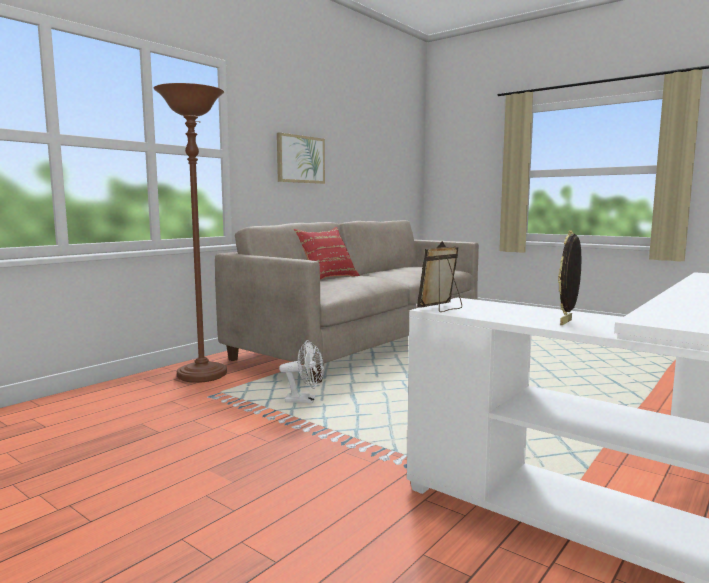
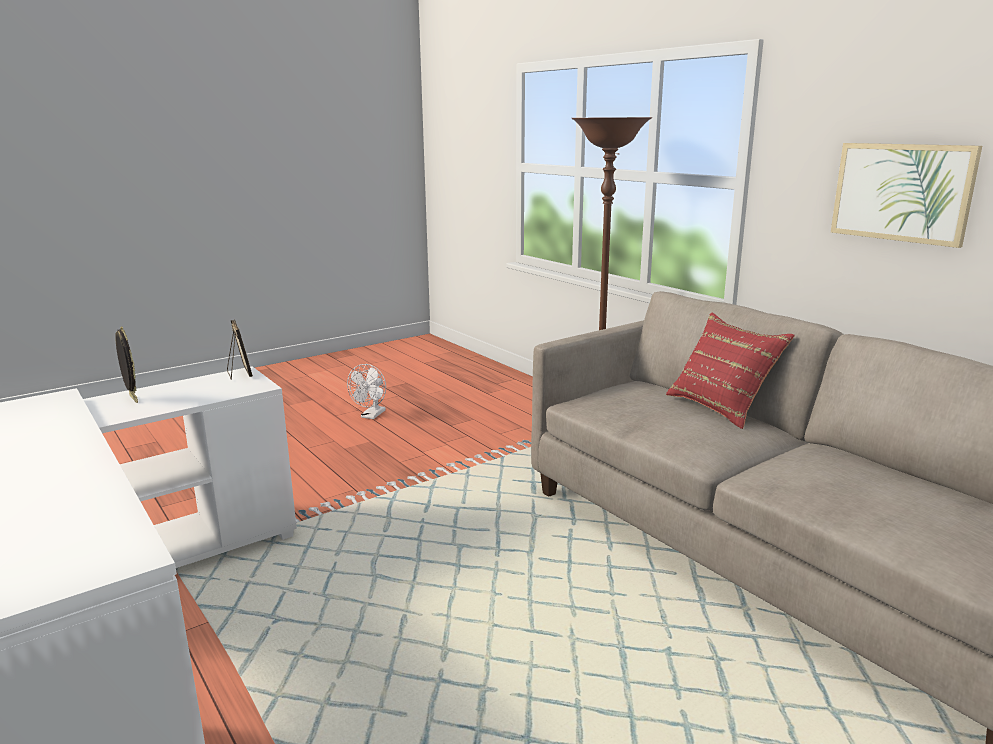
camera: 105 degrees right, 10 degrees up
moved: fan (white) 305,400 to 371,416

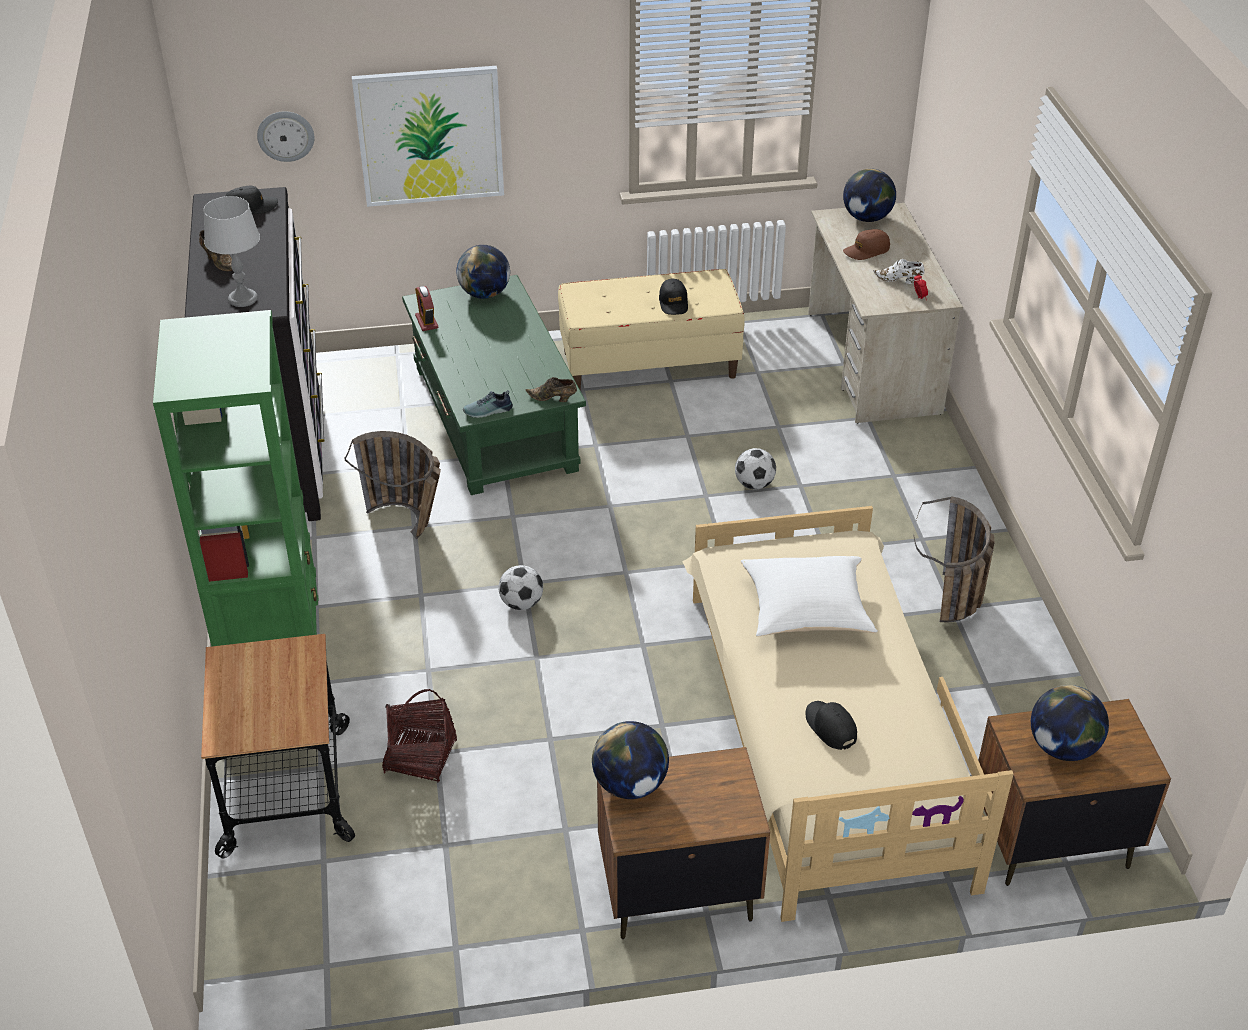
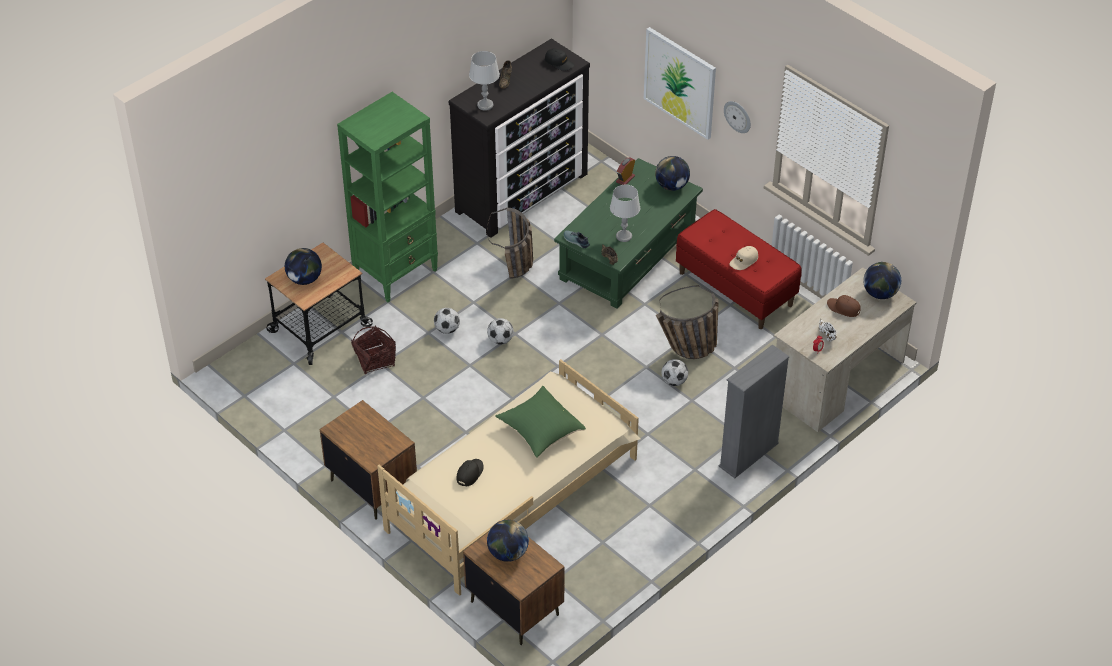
camera: 55 degrees right, 5 degrees up
added: football 447,329; table lamp (grey) 624,236; bookcase (grey) 748,455
moved: globe 630,784 to 304,279; basket 952,610 to 687,351; wall clock 285,135 to 738,116
recoloured: pillow (white) 805,613 to pillow (green) 539,431; bench (beige) 649,364 to bench (red) 736,289; cap (black) 673,303 to cap (beige) 743,261

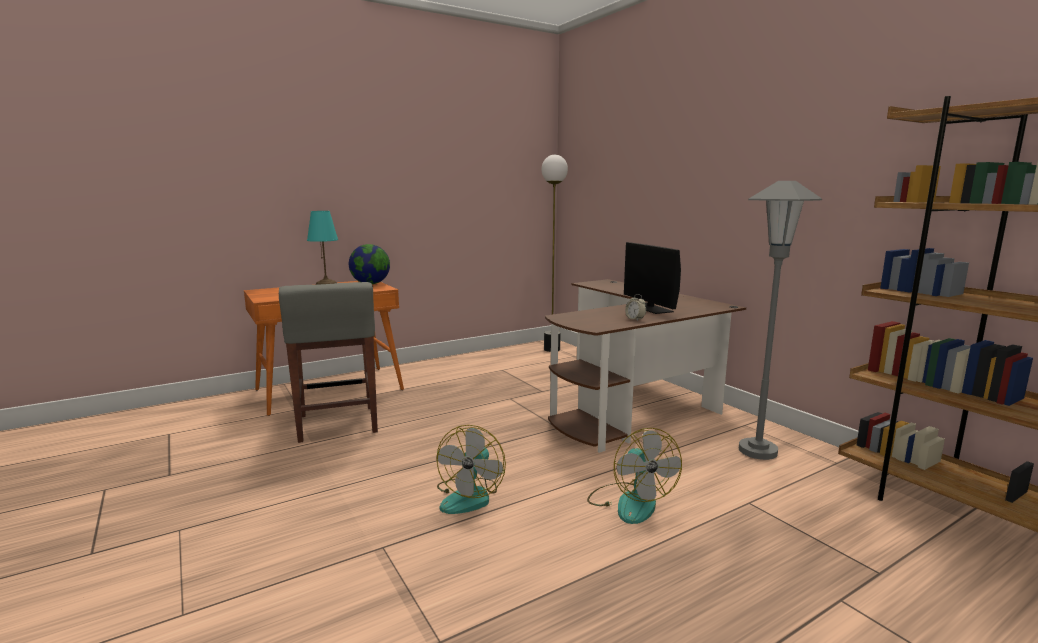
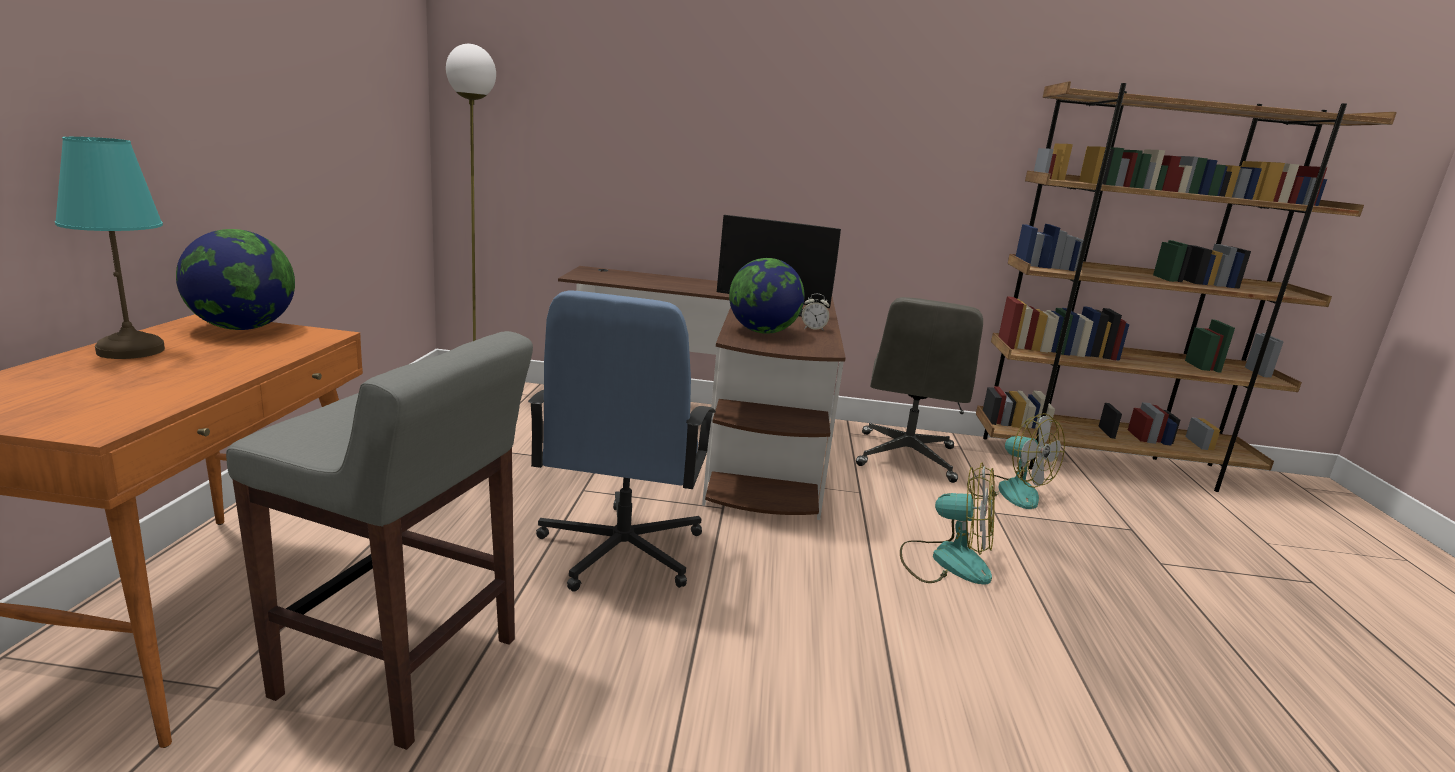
camera: 55 degrees left, 5 degrees up
added: office chair (blue) 620,551; globe 762,332
moved: fan 470,496 to 1007,491
replaced: floor lamp (grey) 757,451 to office chair (grey) 906,457

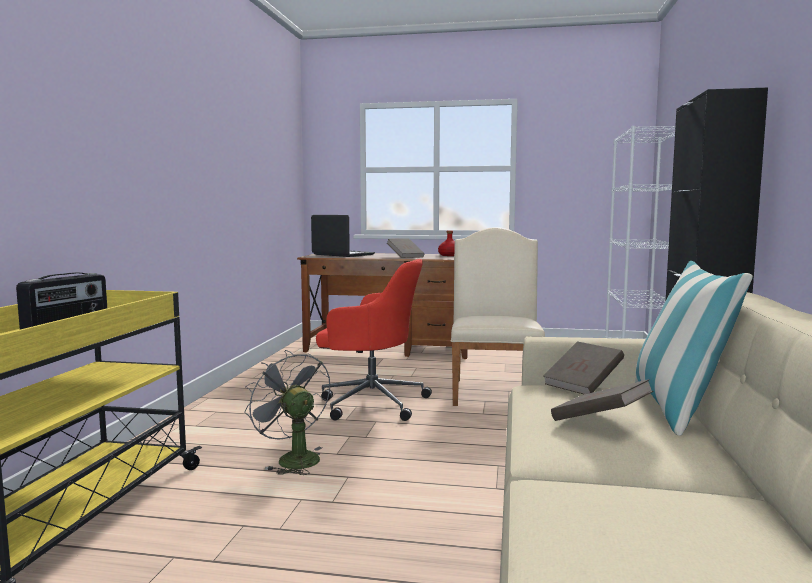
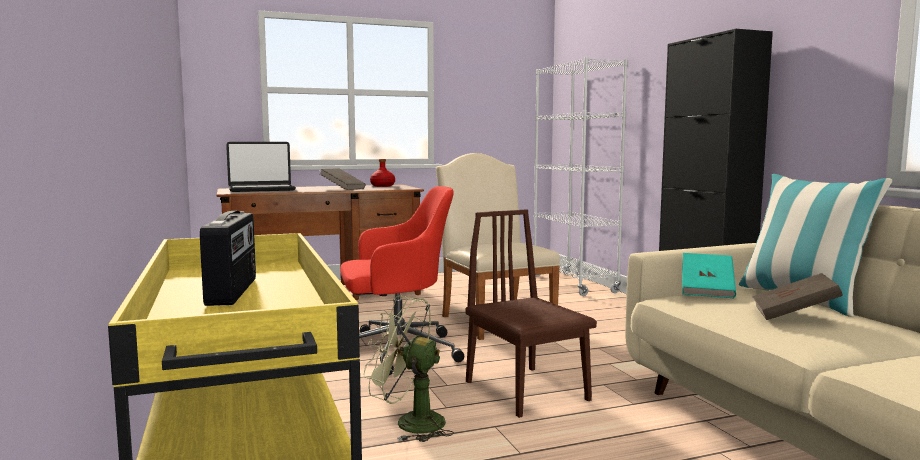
camera: 30 degrees left, 0 degrees up
added: chair (brown) 526,390
recoloured: fan (grey) 292,459 to fan (green) 409,423; book (brown) 583,385 to book (turquoise) 707,291
turned: laptop 342,255 = 261,189 150 degrees clockwise

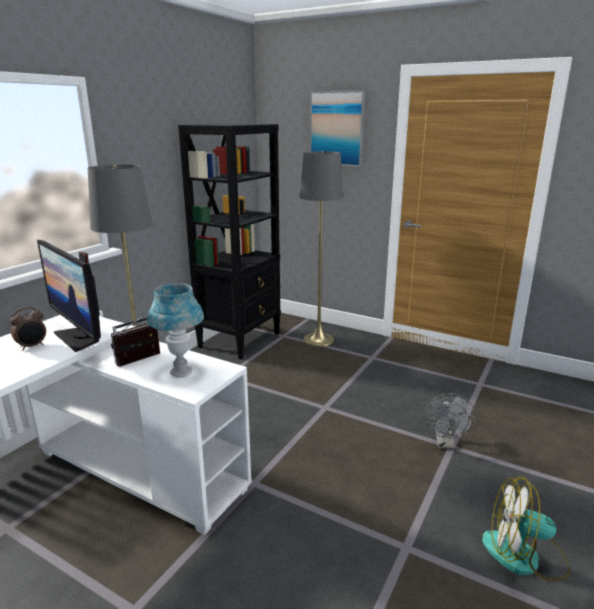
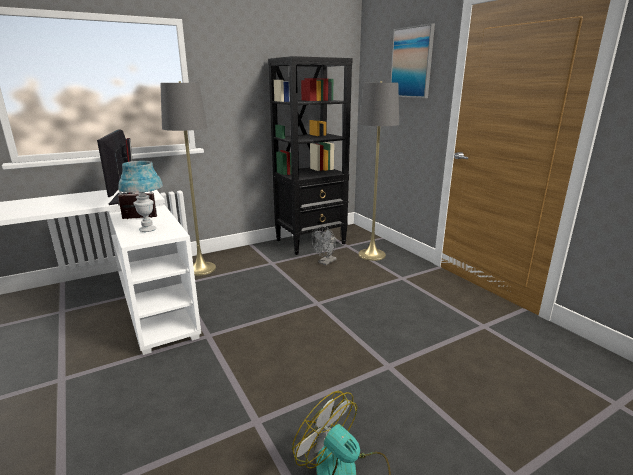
camera: 30 degrees right, 0 degrees up
removed: alarm clock 32,346
moved: fan (grey) 446,444 to 325,262

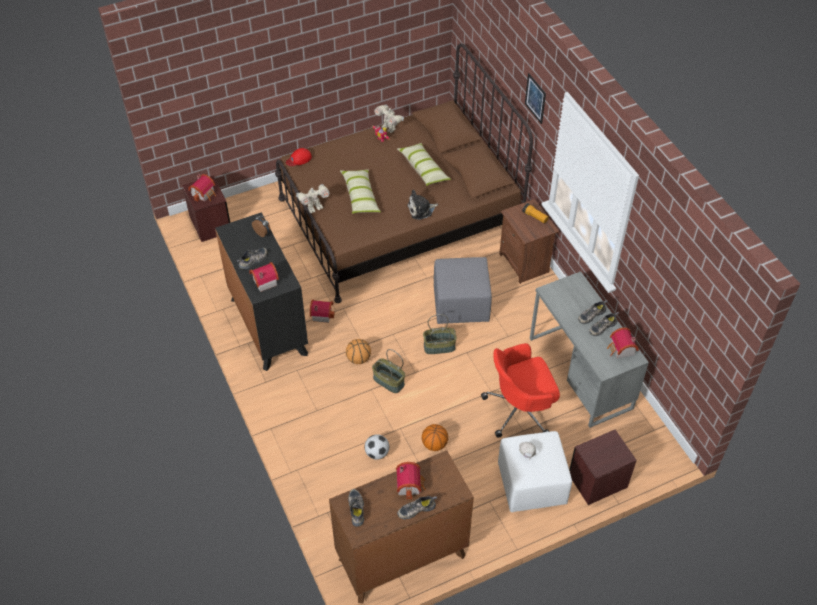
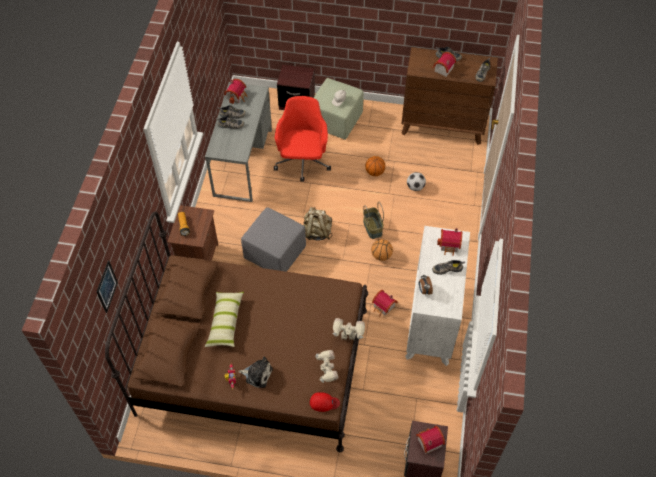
camera: 145 degrees left, 5 degrees up
removed: pillow 360,196
moved: picture 535,98 to 106,286; plush toy 421,210 to 257,374; toy robot 389,128 to 327,374
replaced: basket 439,346 to backpack (beige) 317,232
recoloured: ottoman (white) 531,483 to ottoman (green) 336,121; dresser (black) 268,326 to dresser (white) 431,321
turned: office chair (red) 520,410 = 303,162 105 degrees counterclockwise

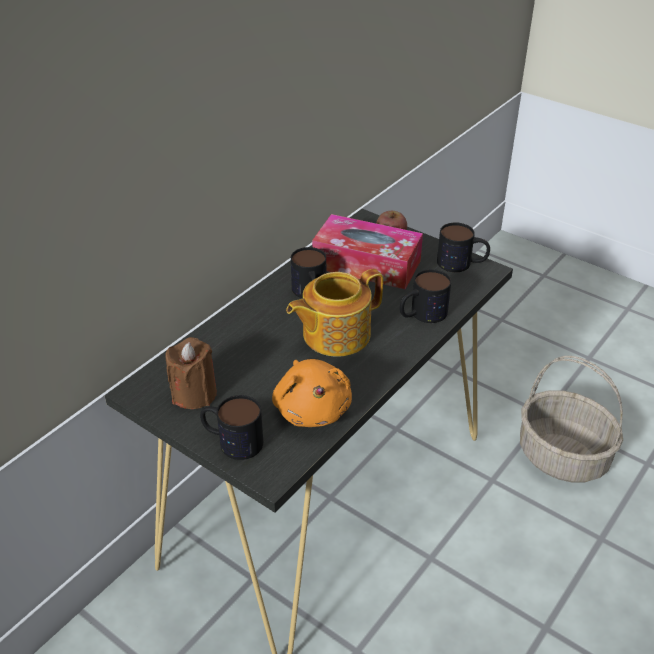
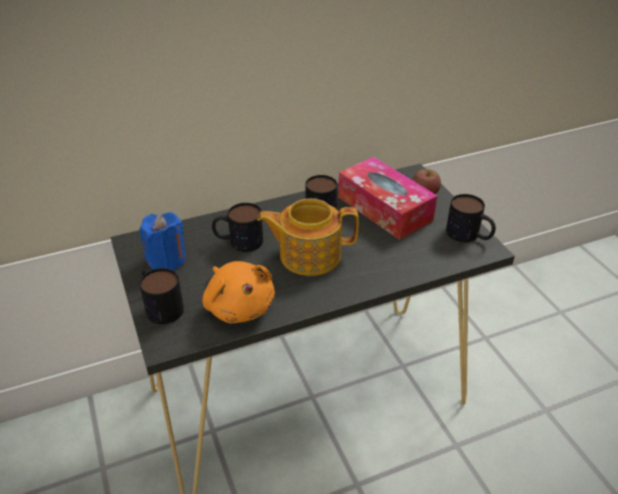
camera: 30 degrees right, 0 degrees up
removed: basket 563,456
moved: mug 421,314 to 238,241
recoloured: candle (brown) 194,394 to candle (blue) 167,260
turned: plush toy (orange) 312,408 = 239,306 45 degrees counterclockwise

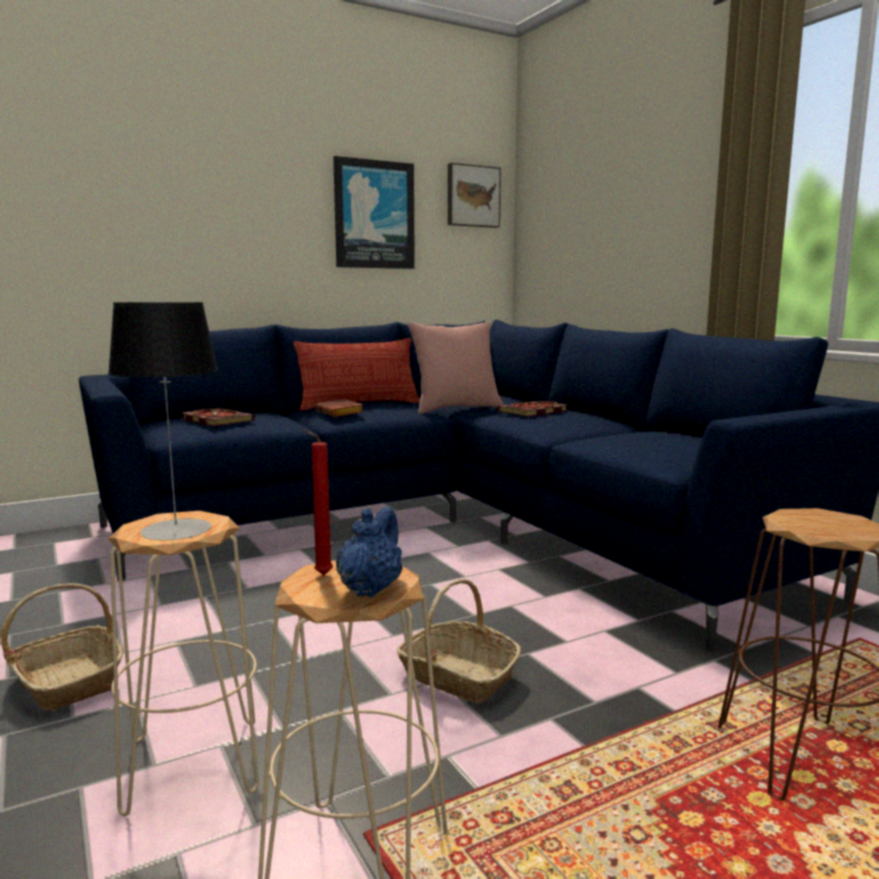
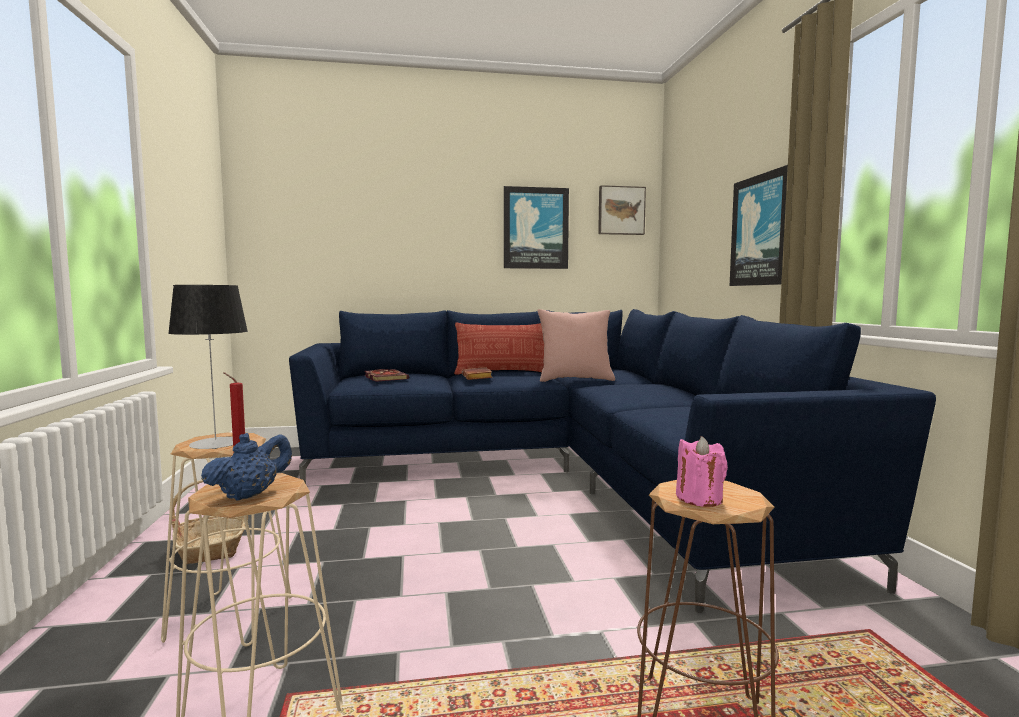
camera: 20 degrees right, 5 degrees down
removed: basket 457,676; book 533,412
added: candle (pink) 699,498; picture 761,230

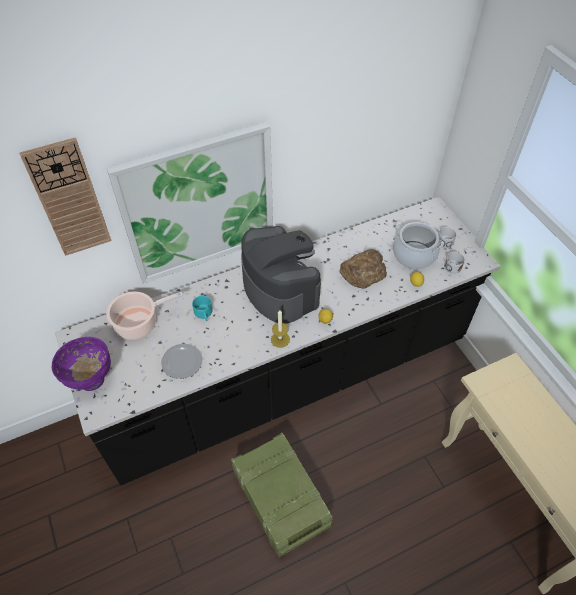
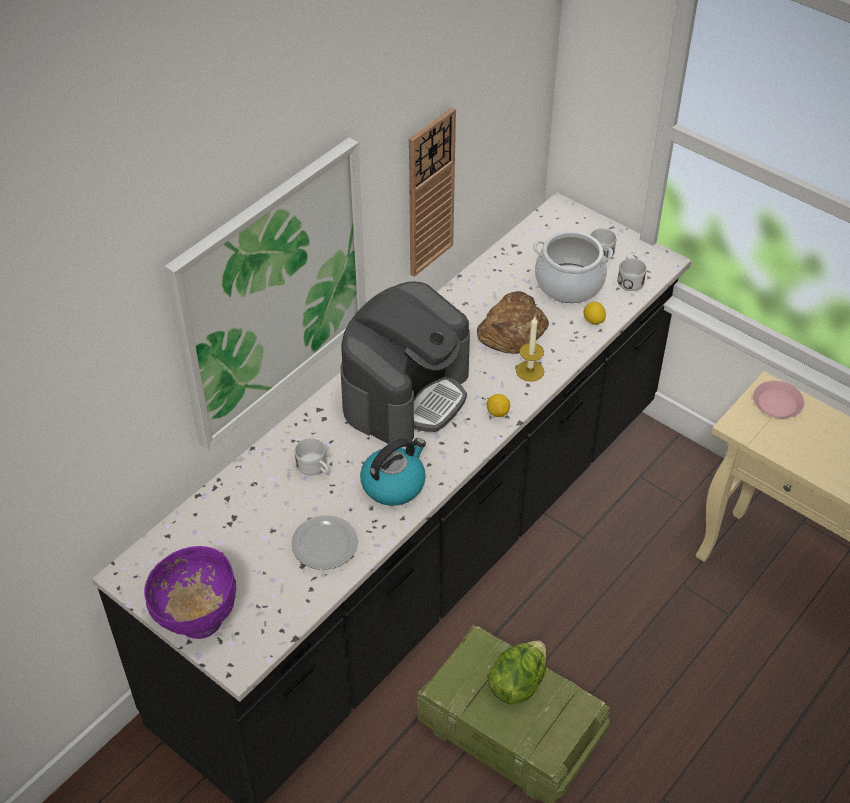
camera: 25 degrees left, 5 degrees down
removed: cooking pot 139,323
added: kettle 394,484; lettuce 517,683; plate (pink) 777,403
moved: wall clock 69,199 to 430,193; candle 280,339 to 530,371
recoloured: mug (turquoise) 204,314 to mug (white) 315,468
turned: coffee machine 280,288 = 406,393 90 degrees clockwise

